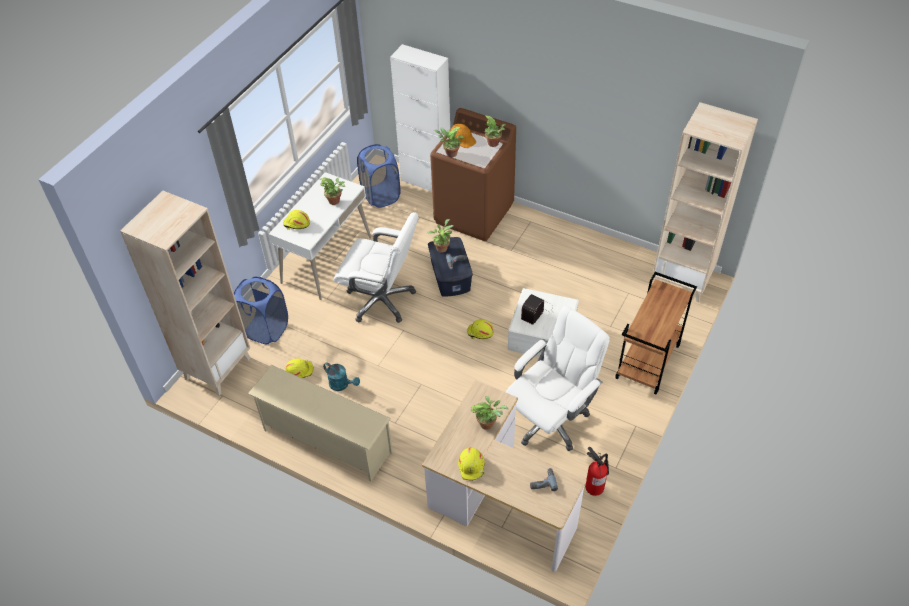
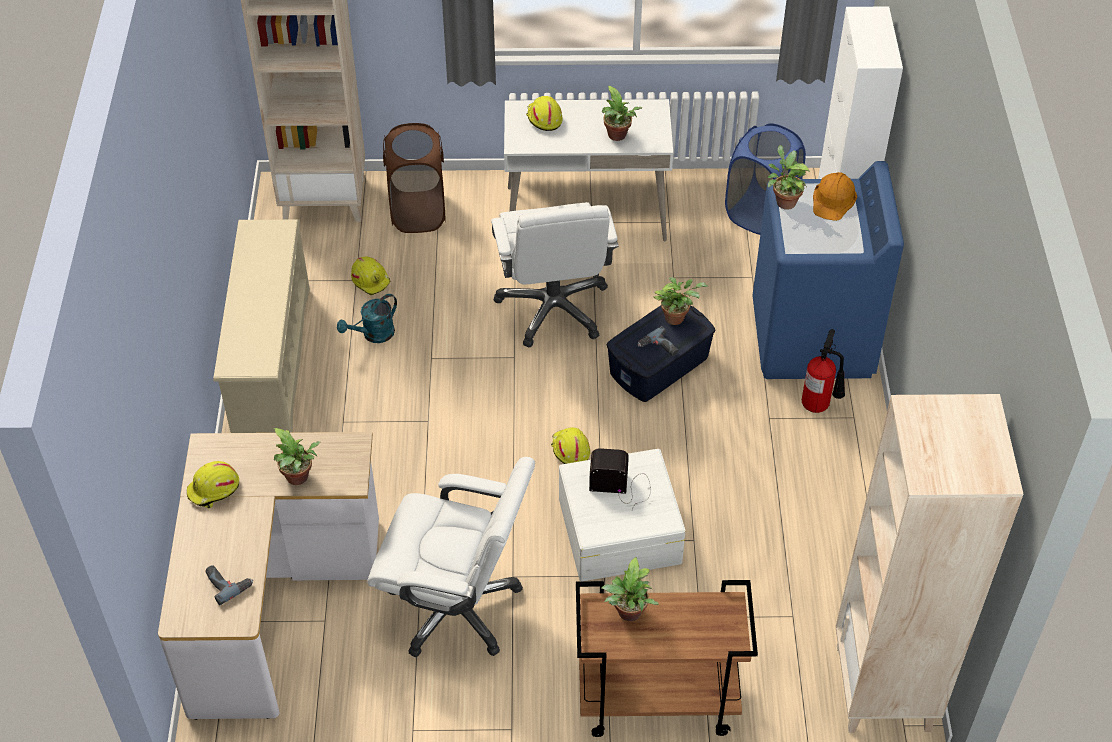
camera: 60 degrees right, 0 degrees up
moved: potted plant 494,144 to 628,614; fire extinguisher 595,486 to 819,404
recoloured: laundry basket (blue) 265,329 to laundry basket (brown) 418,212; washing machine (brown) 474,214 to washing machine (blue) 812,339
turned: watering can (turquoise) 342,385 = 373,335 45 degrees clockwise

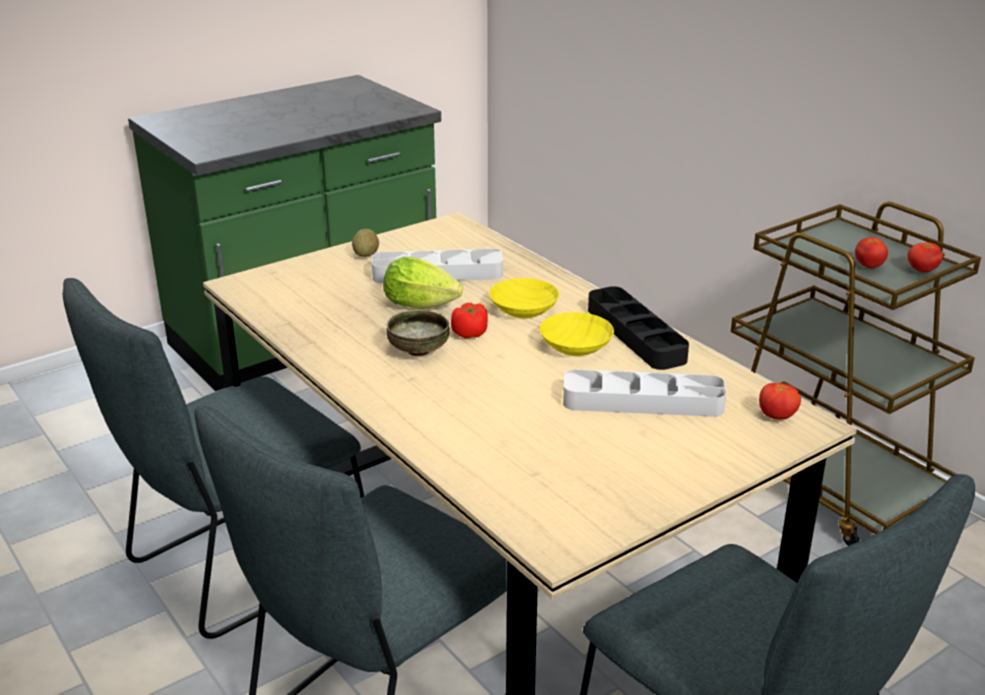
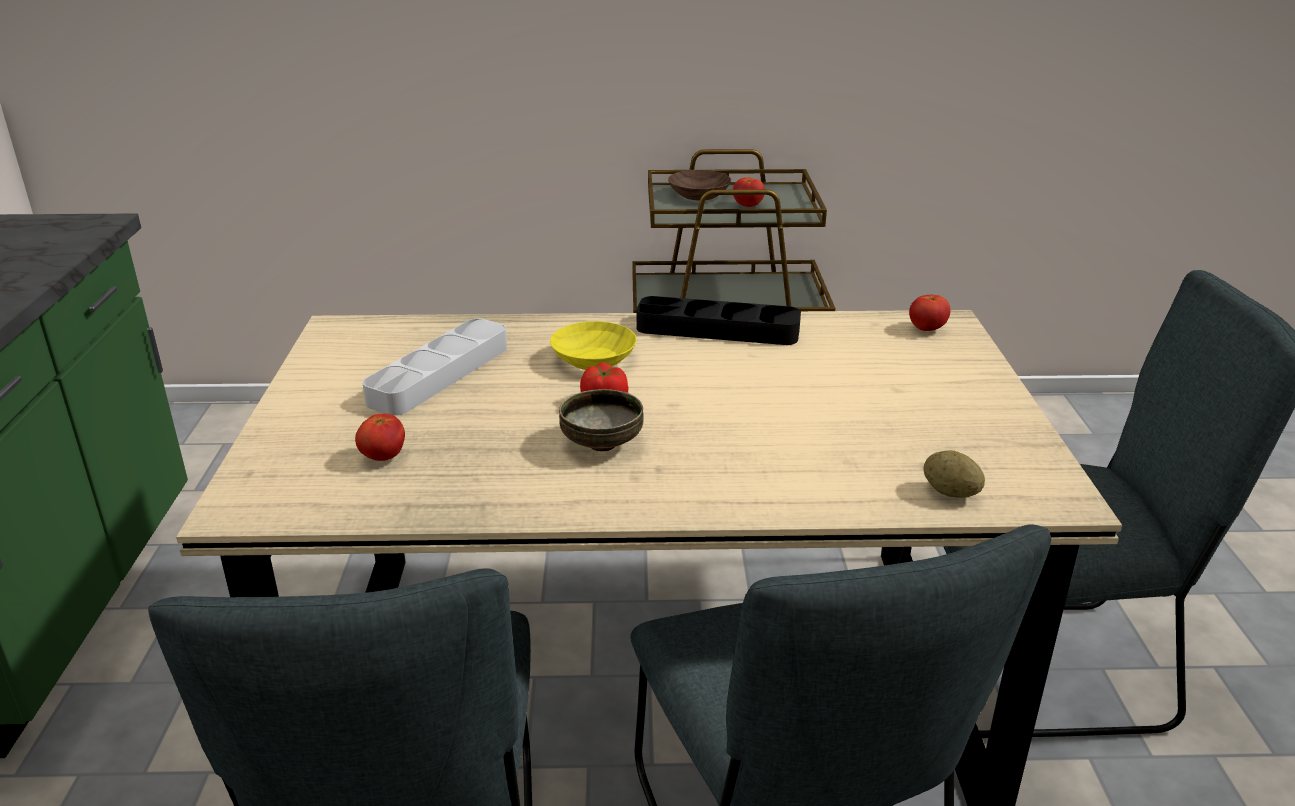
camera: 55 degrees left, 0 degrees up
removed: lettuce 424,306; bowl (yellow) 575,347; tray (grey) 642,401
added: bowl (brown) 697,195
moved: tomato 921,271 to 383,457; potato 366,255 to 950,493

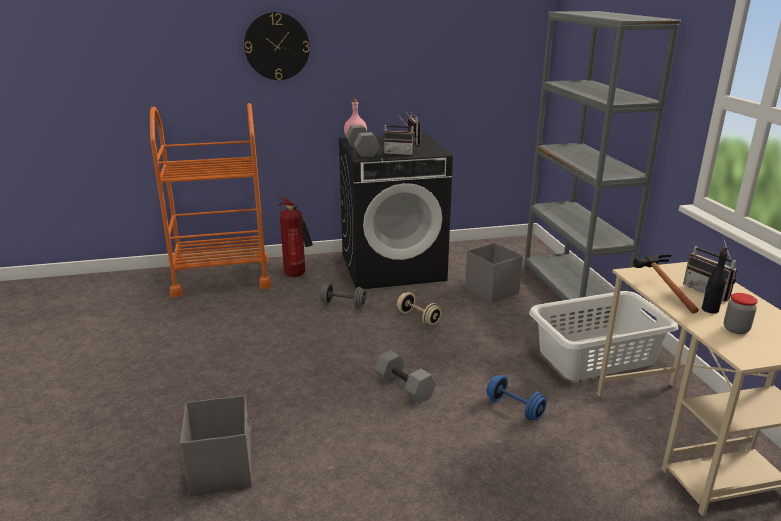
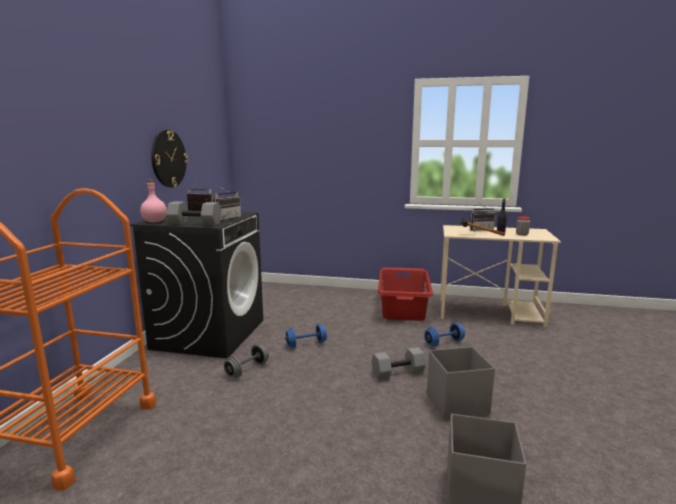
camera: 65 degrees left, 10 degrees down
removed: fire extinguisher 297,275; bookcase (grey) 571,291
moved: wall clock 277,46 to 168,158; storage box (grey) 491,290 to 456,404
recoloured: dumbbell (beige) 418,318 to dumbbell (blue) 306,344; laundry basket (white) 597,357 to laundry basket (red) 403,308

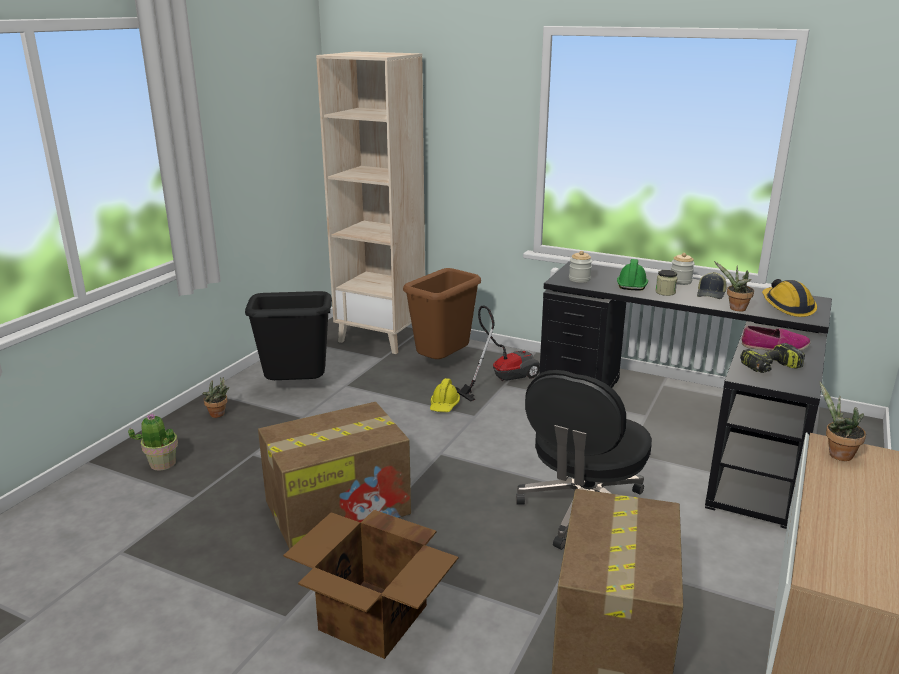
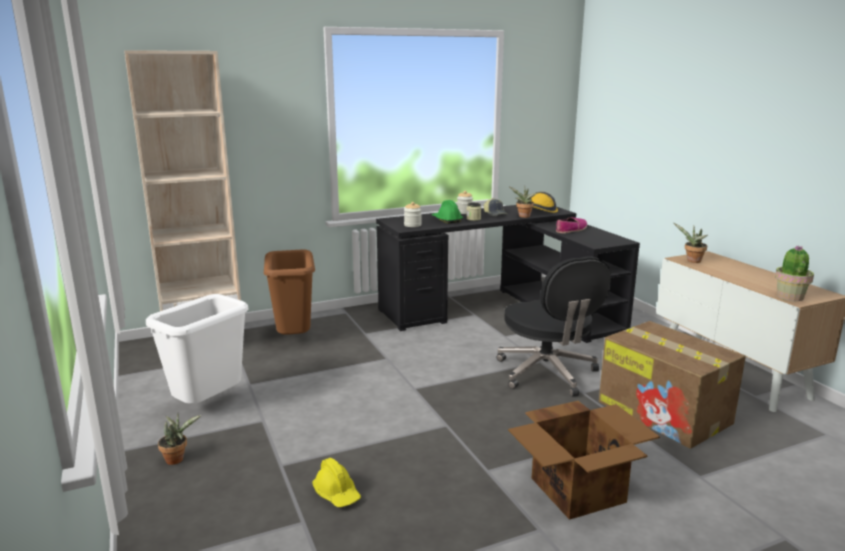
camera: 50 degrees left, 5 degrees down
removed: cardboard box 339,507; vacuum cleaner 501,379; power drill 770,368
moved: hard hat (yellow) 444,405 to 337,494; potted plant 162,463 to 789,297
recoloured: trash can (black) 297,388 to trash can (white) 209,405

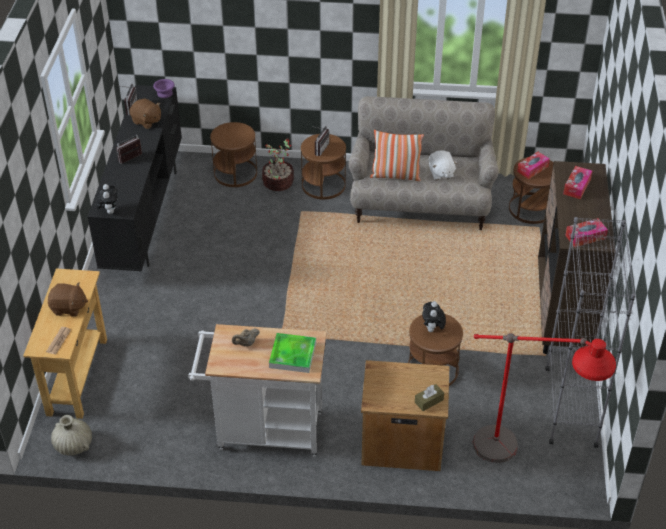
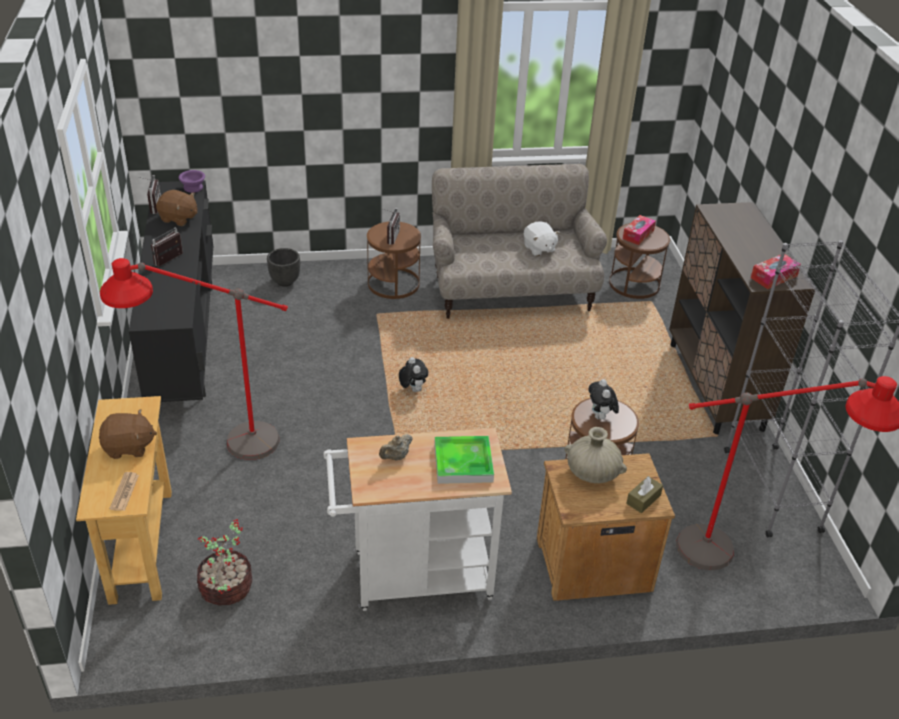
camera: 15 degrees left, 5 degrees down
removed: pillow 395,175; tissue box 577,186
added: floor lamp (red) 216,449
moved: potted plant 278,183 to 226,589; plush toy 109,211 to 412,389; vase (beige) 73,445 to 592,473
replaced: side table (brown) 235,173 to planter (black) 285,281

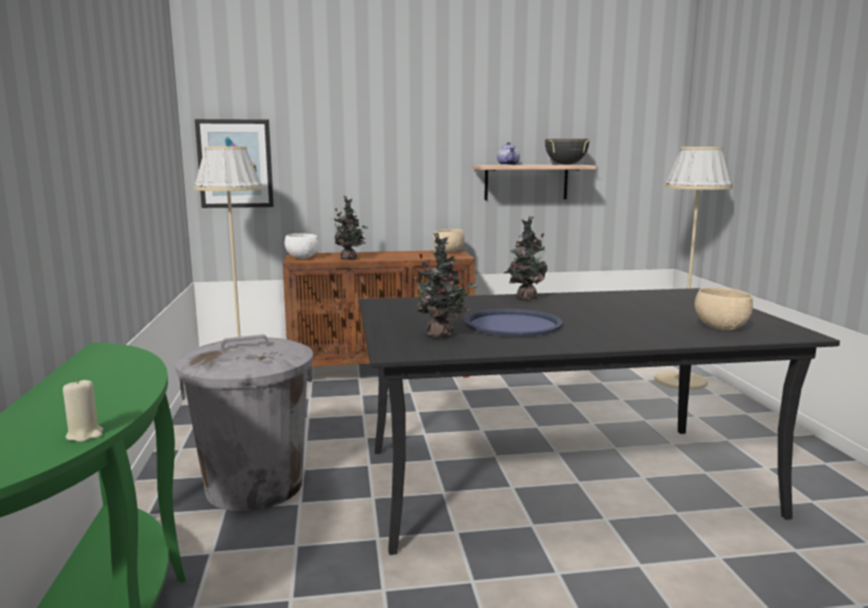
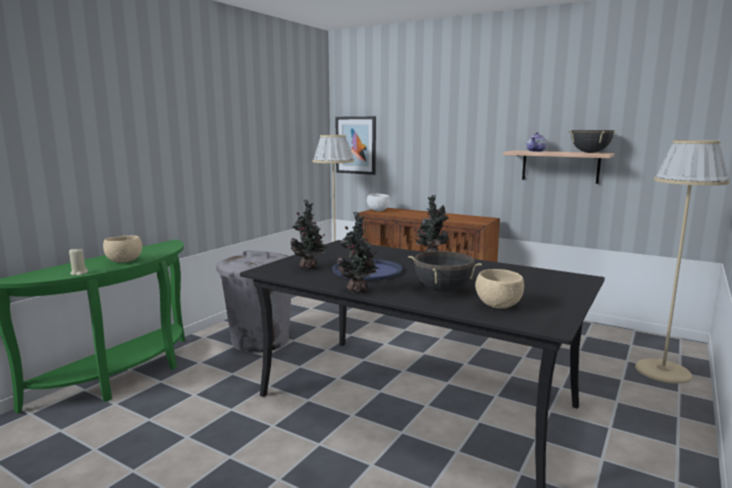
camera: 40 degrees right, 0 degrees up
added: cooking pot (black) 442,290
moved: bowl (beige) 448,252 to 125,261; potted plant 350,259 to 358,291

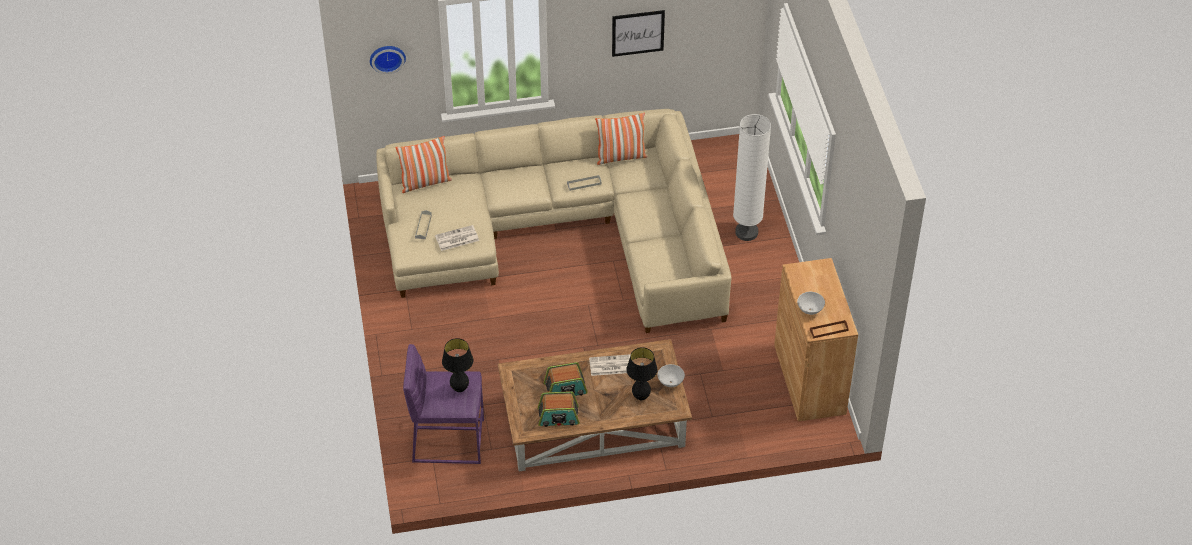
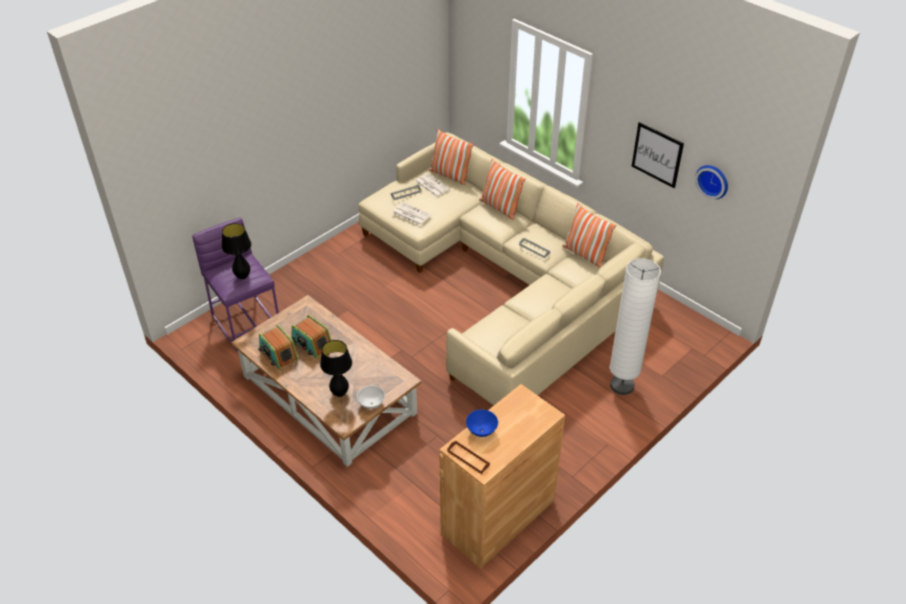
camera: 55 degrees right, 5 degrees down
added: pillow 500,208
moved: newspaper 610,366 to 431,185; wall clock 387,57 to 713,180
recoloured: bowl (white) 810,310 to bowl (blue) 481,431

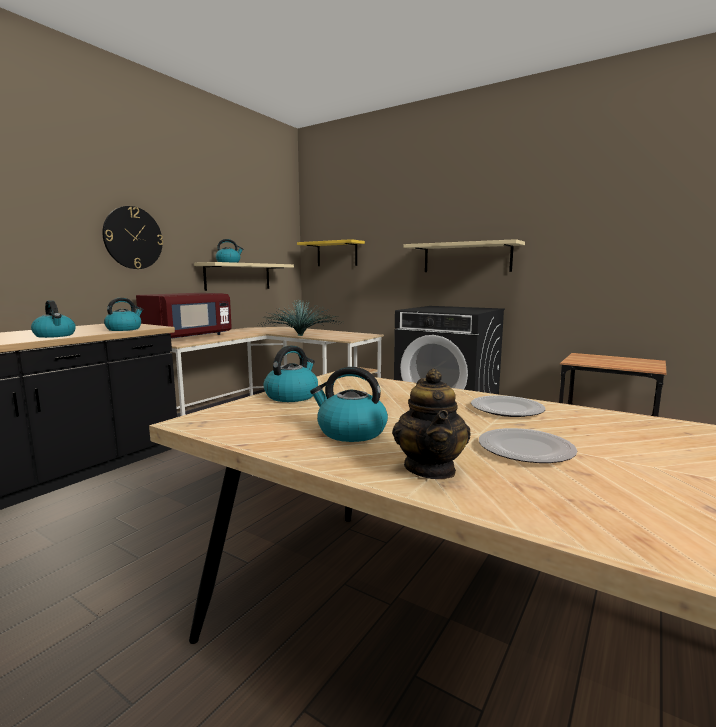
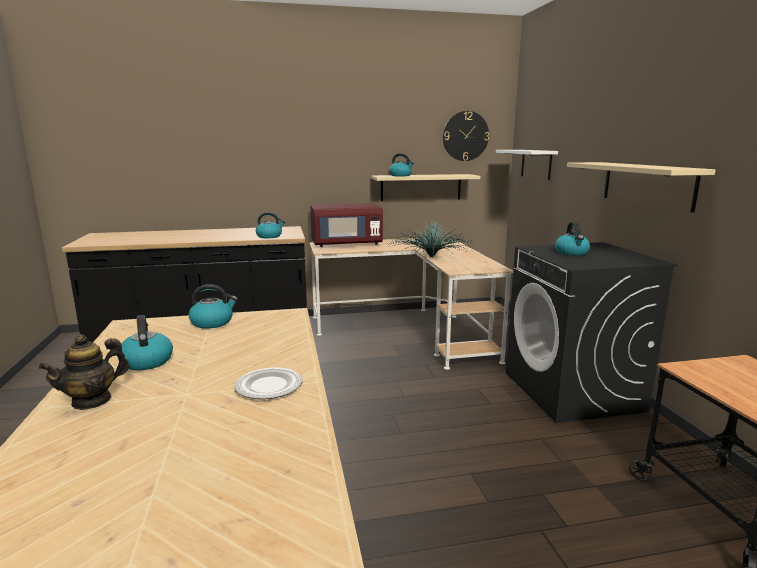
camera: 45 degrees right, 5 degrees up
removed: plate 526,449
moved: wall clock 133,238 to 465,136; kettle 55,335 to 571,253
recoloured: shelf (yellow) 337,254 to shelf (white) 536,164

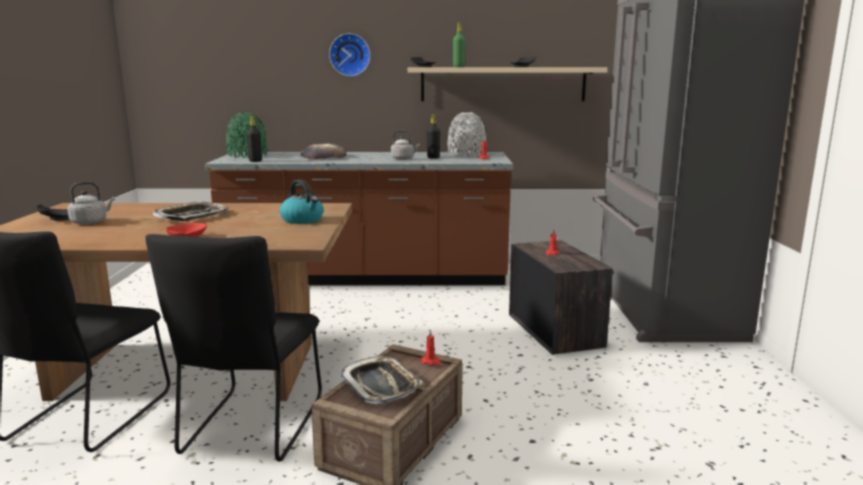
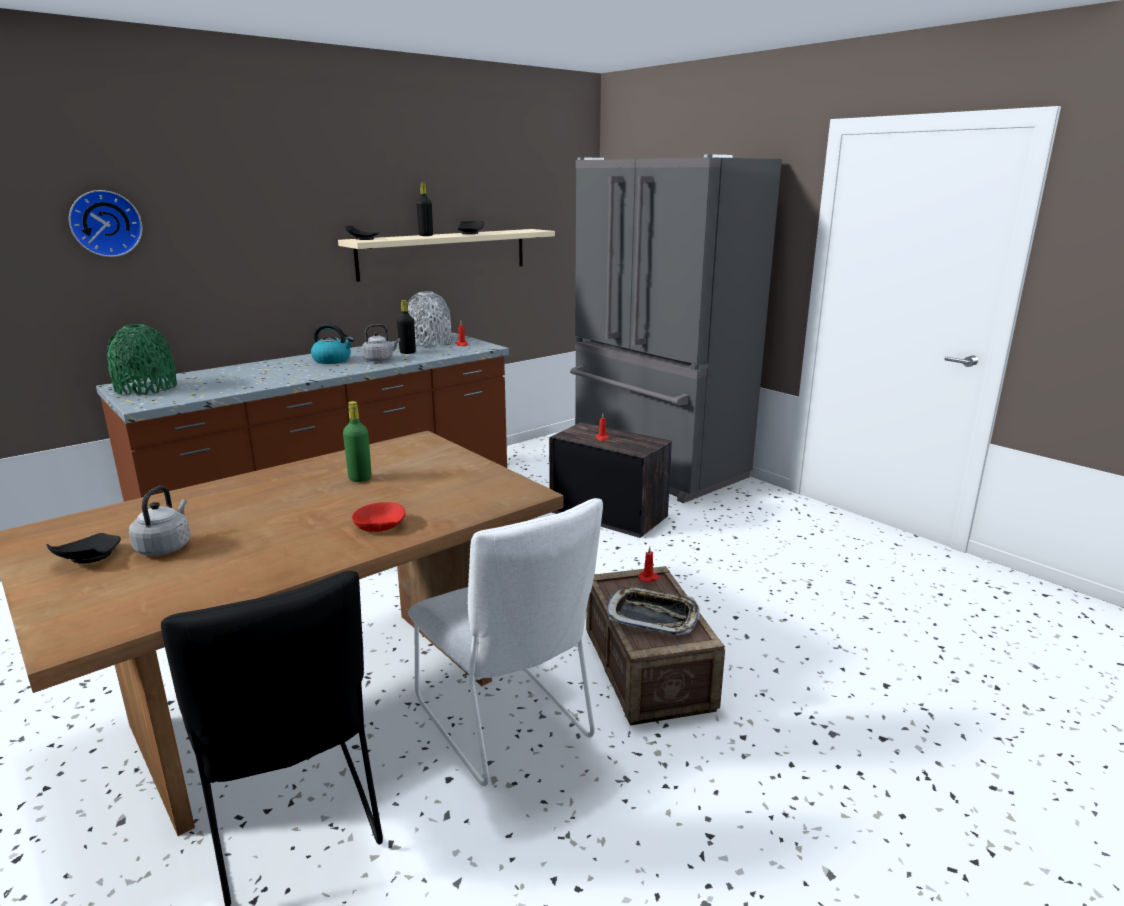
camera: 40 degrees left, 5 degrees up
removed: tray 192,216; bread 323,157
moved: wall clock 350,55 to 105,223; kettle 303,220 to 332,360; bottle (green) 458,67 to 360,478; bottle (black) 255,161 to 426,235
recoloured: chair (black) 251,429 to chair (white) 507,724

